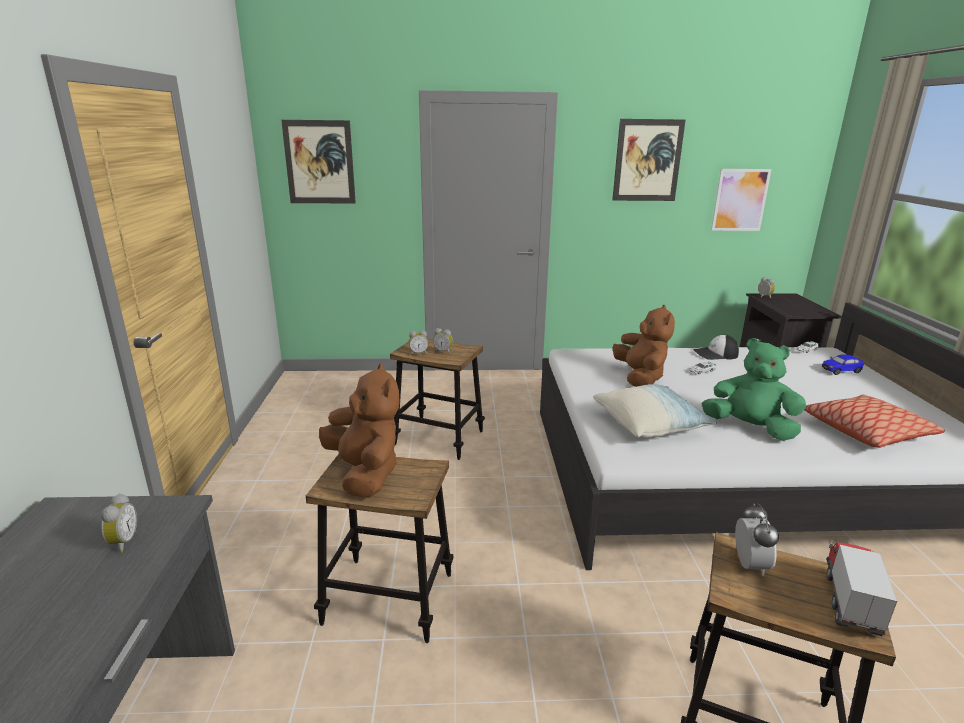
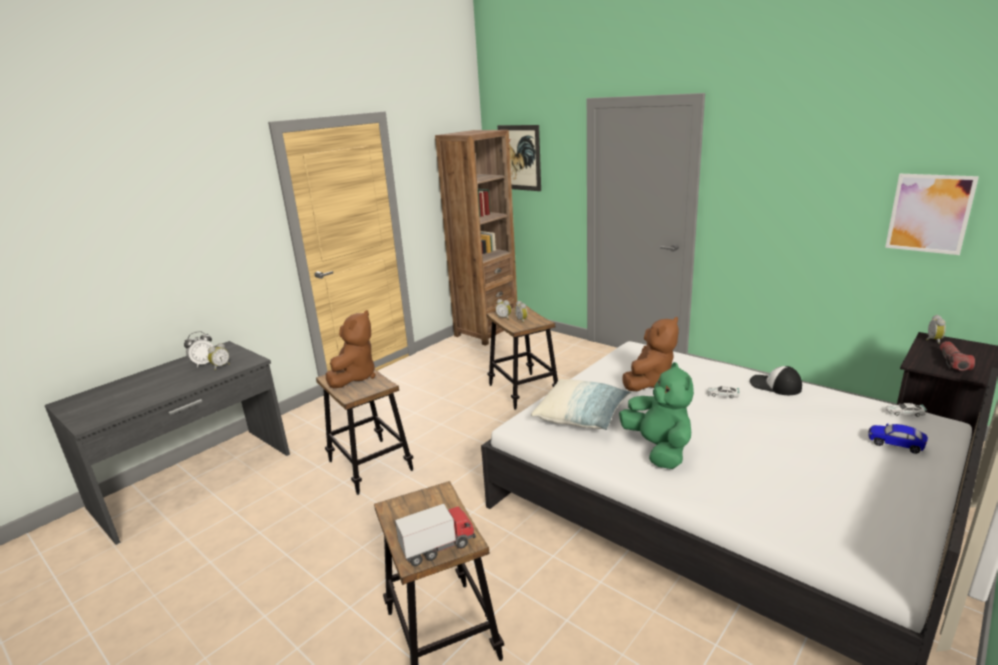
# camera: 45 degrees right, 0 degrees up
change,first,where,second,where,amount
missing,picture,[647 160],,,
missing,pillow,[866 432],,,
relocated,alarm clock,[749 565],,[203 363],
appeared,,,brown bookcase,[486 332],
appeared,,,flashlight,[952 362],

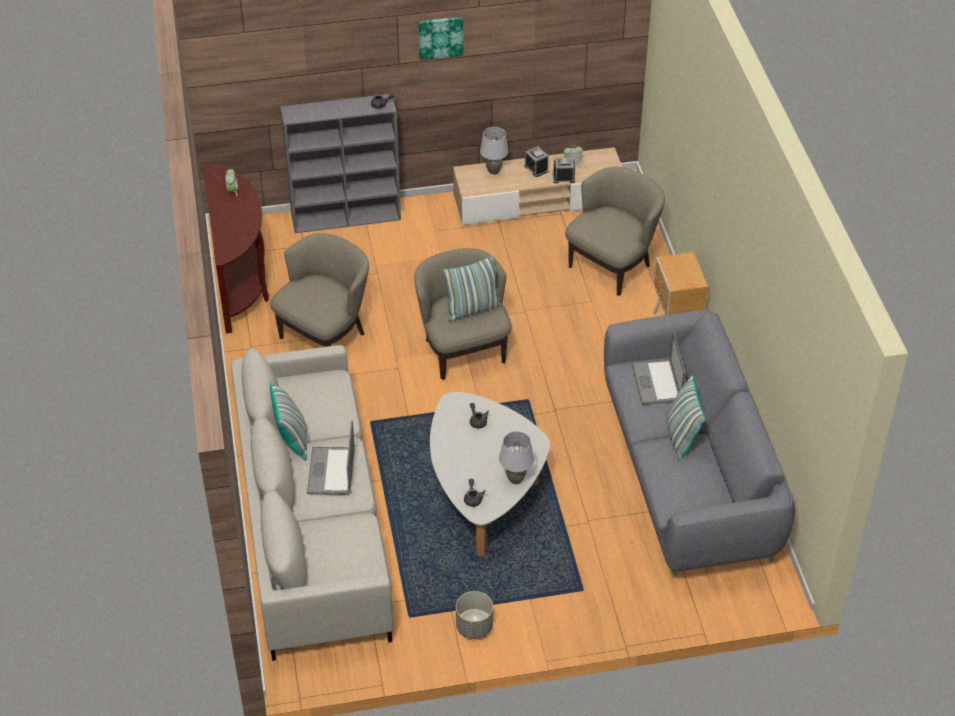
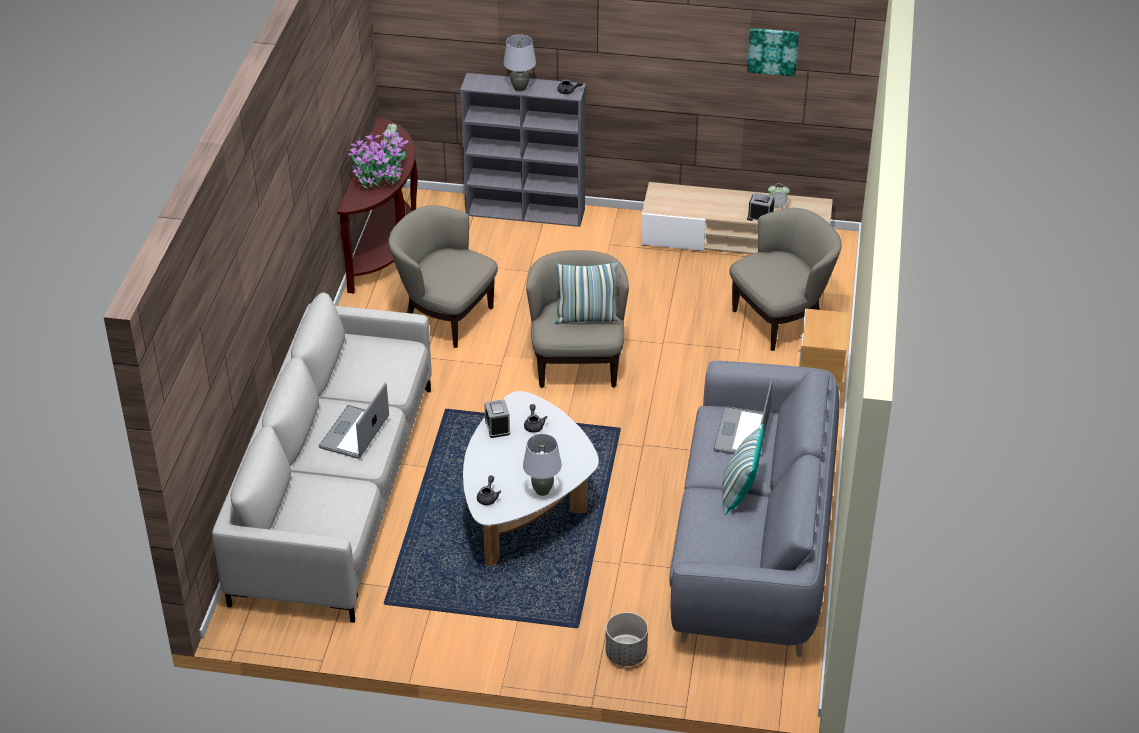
# camera: 20 degrees right, 5 degrees down
change,first,where,second,where,amount
relocated,picture,[440 37],,[773 50],
relocated,grey table lamp,[494 171],,[520 88],
relocated,alarm clock,[536 168],,[497 427],
spun,beige armchair,[325 335],,[445 317],120 degrees counterclockwise
missing,pillow,[292 439],,,
relocated,grey planter,[474 627],,[625 654],
appeared,,,potted plant,[379 176],

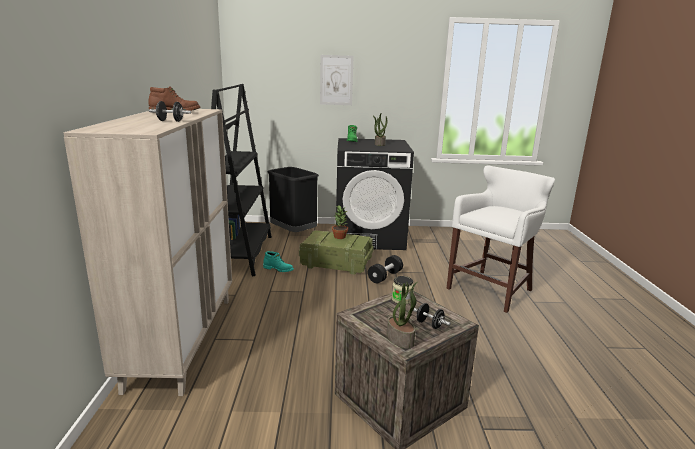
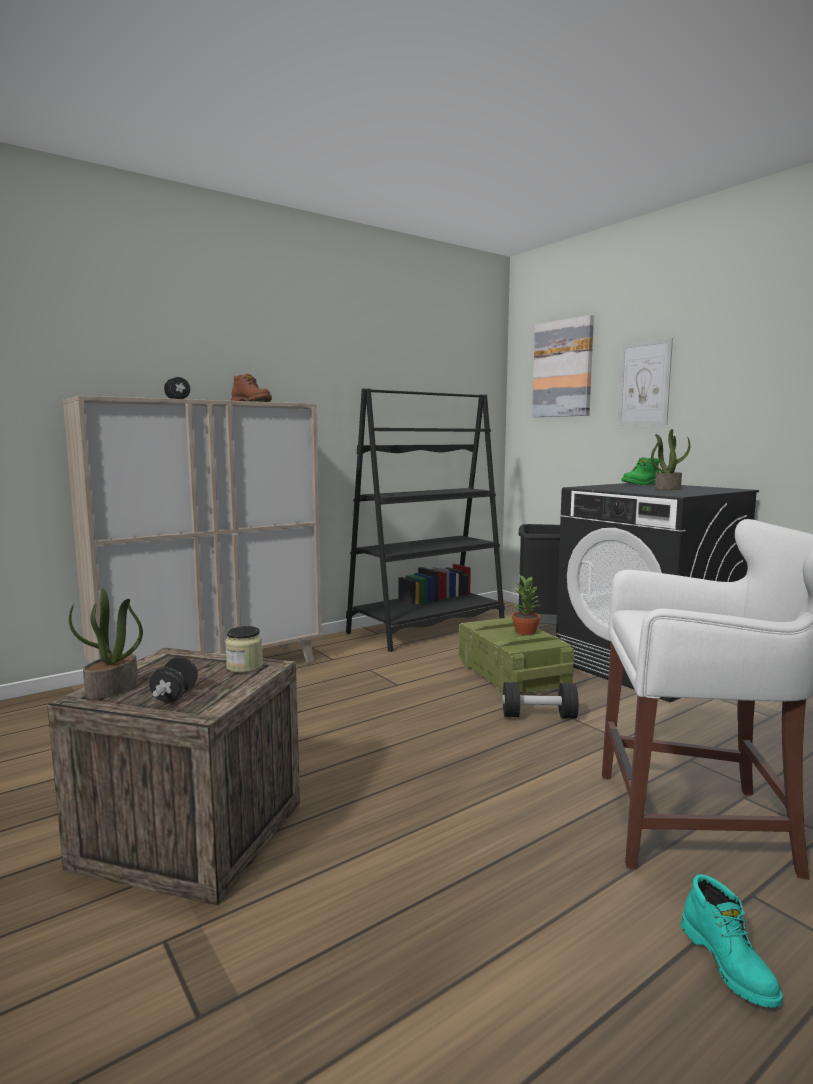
# camera: 55 degrees right, 10 degrees down
change,first,where,second,where,amount
relocated,turquoise boot,[278 269],,[729 964],
appeared,,,picture,[563 369],

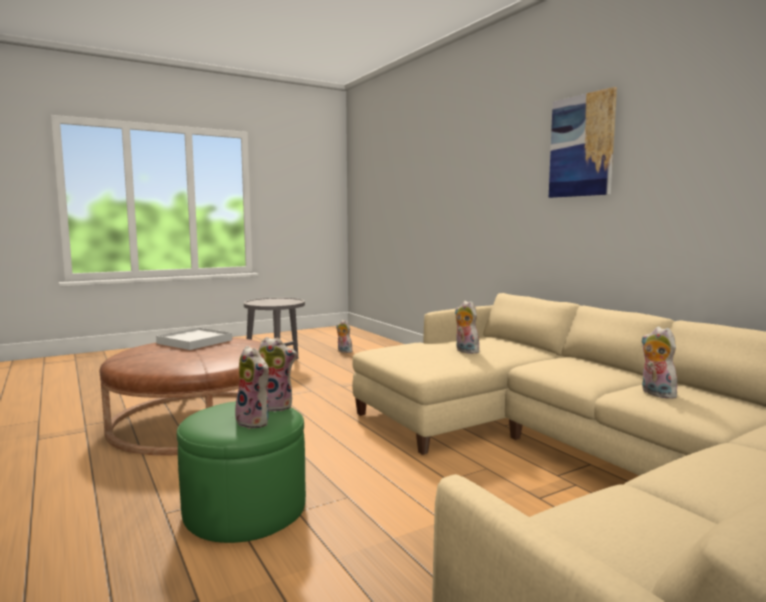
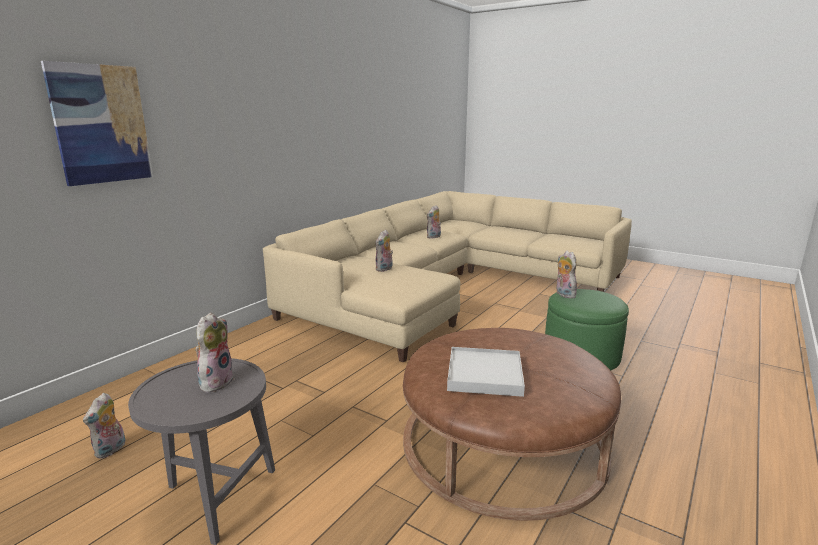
# camera: 115 degrees left, 10 degrees up
change,first,where,second,where,amount
relocated,picture,[581 146],,[101 124],
relocated,plush toy,[256 422],,[215 381],

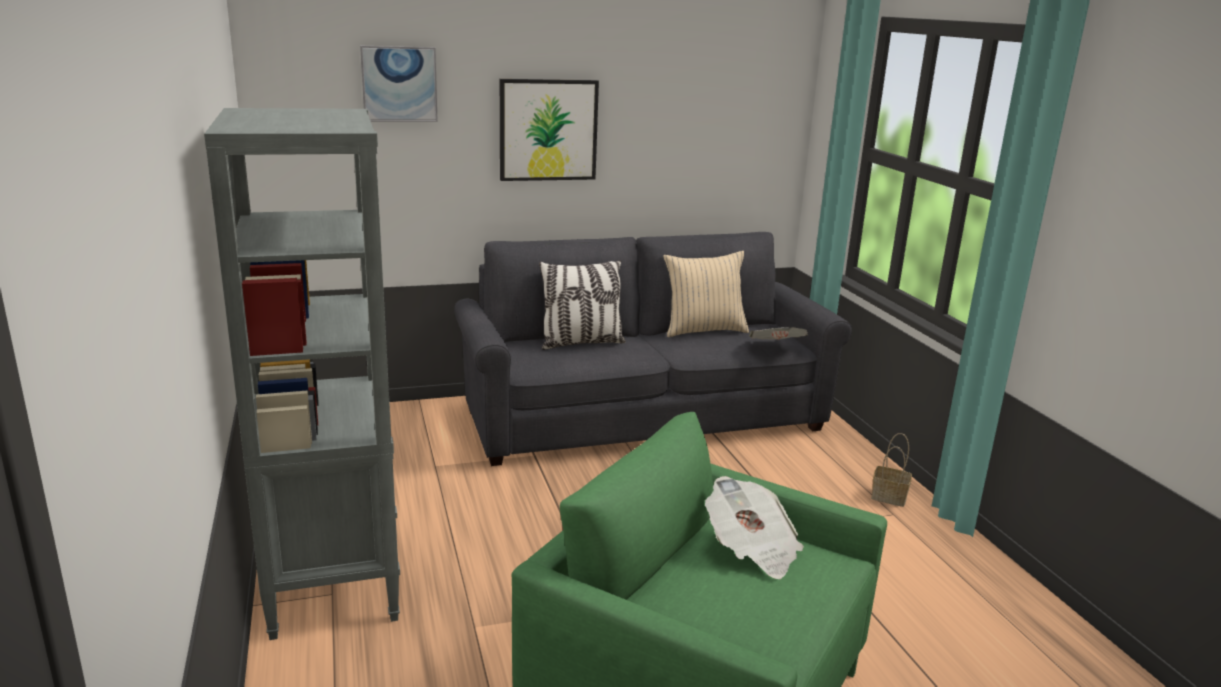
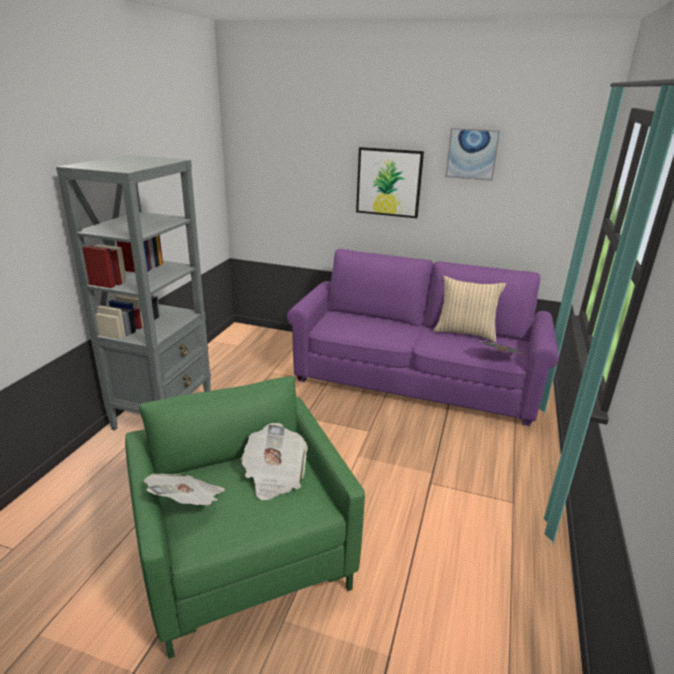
# camera: 35 degrees right, 5 degrees up
change,first,where,second,where,amount
relocated,picture,[399 84],,[472 154],
colour,grey sofa,[642 416],purple sofa,[416 379],
missing,pillow,[581 343],,,
missing,basket,[890 497],,,
appeared,,,newspaper,[188 503],

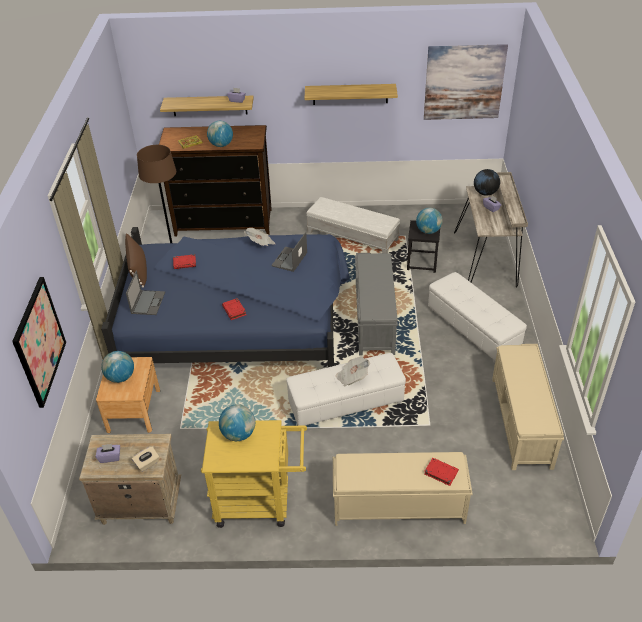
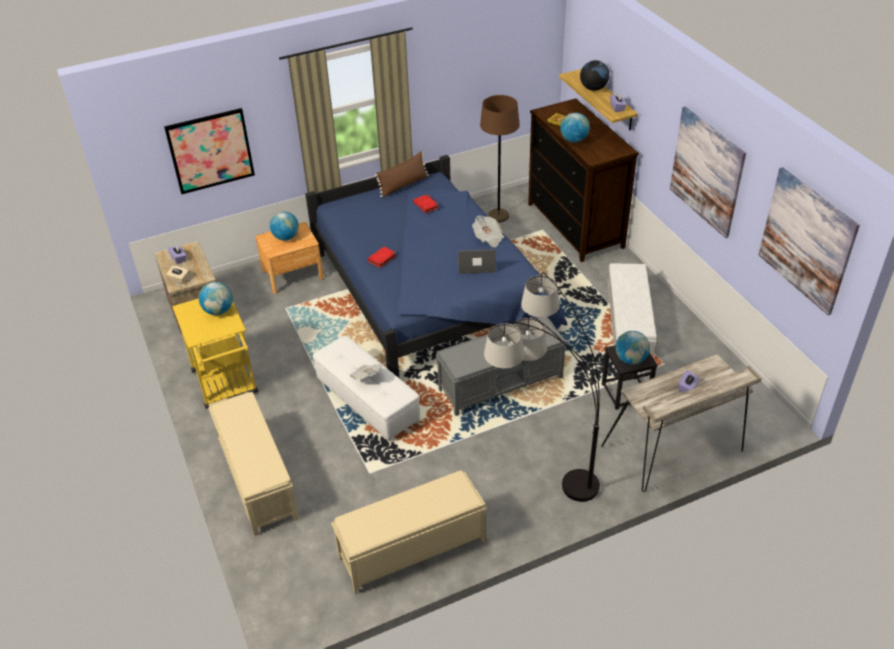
# camera: 65 degrees right, 0 degrees up
change,first,where,second,where,amount
exchanged,shelf,[350 94],picture,[707 171],
relocated,globe,[485 193],,[593 88],
missing,laptop,[148 302],,,
exchanged,white ottoman,[473 329],floor lamp,[538 470],
missing,red book,[440 473],,,

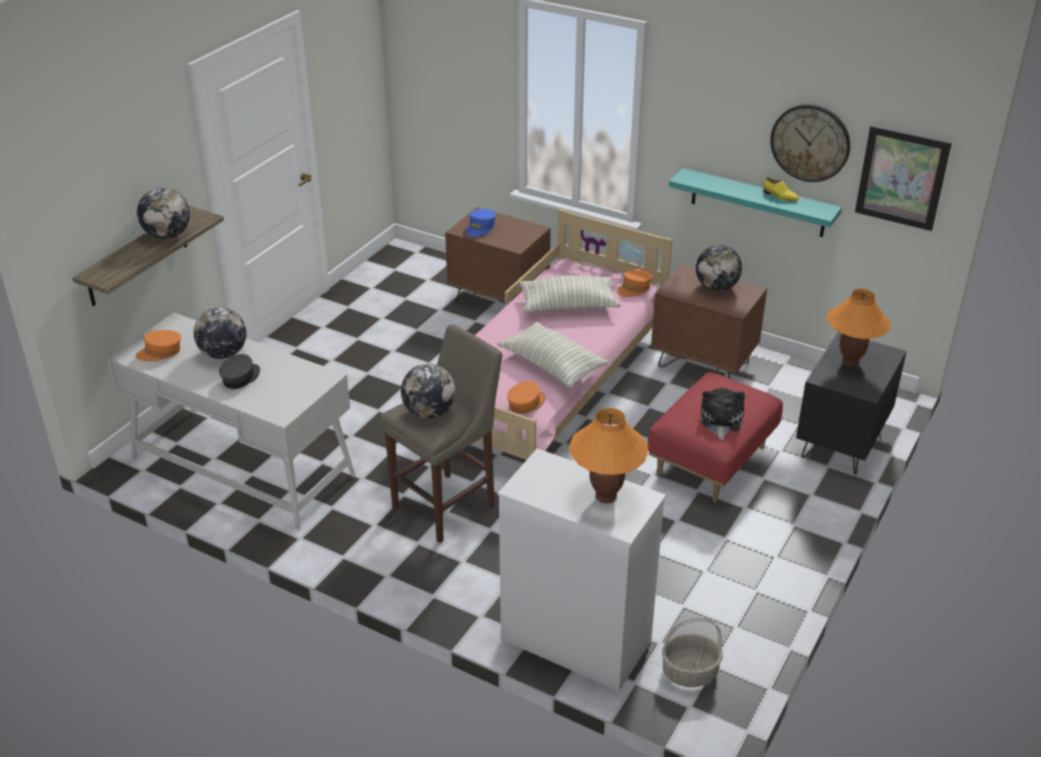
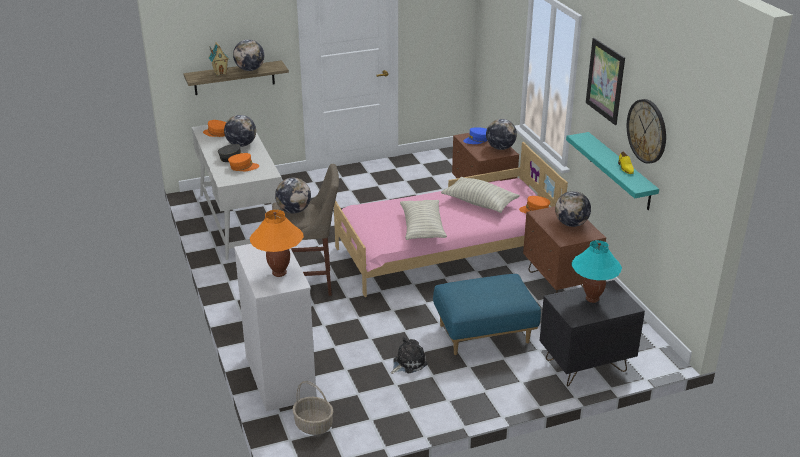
# camera: 40 degrees right, 5 degrees down
change,first,where,second,where,amount
relocated,picture,[902 178],,[605 81],
colour,orange table lamp,[850 362],turquoise table lamp,[592 299],
colour,red ottoman,[712 463],blue ottoman,[484 335],
relocated,orange cap,[526 403],,[243 167],
relocated,plush toy,[720 421],,[408 363],
appeared,,,toy house,[220 73],
appeared,,,globe,[500 148],

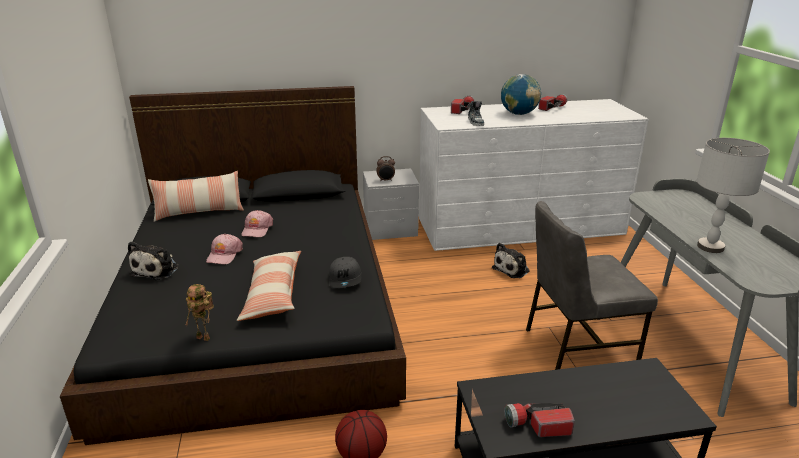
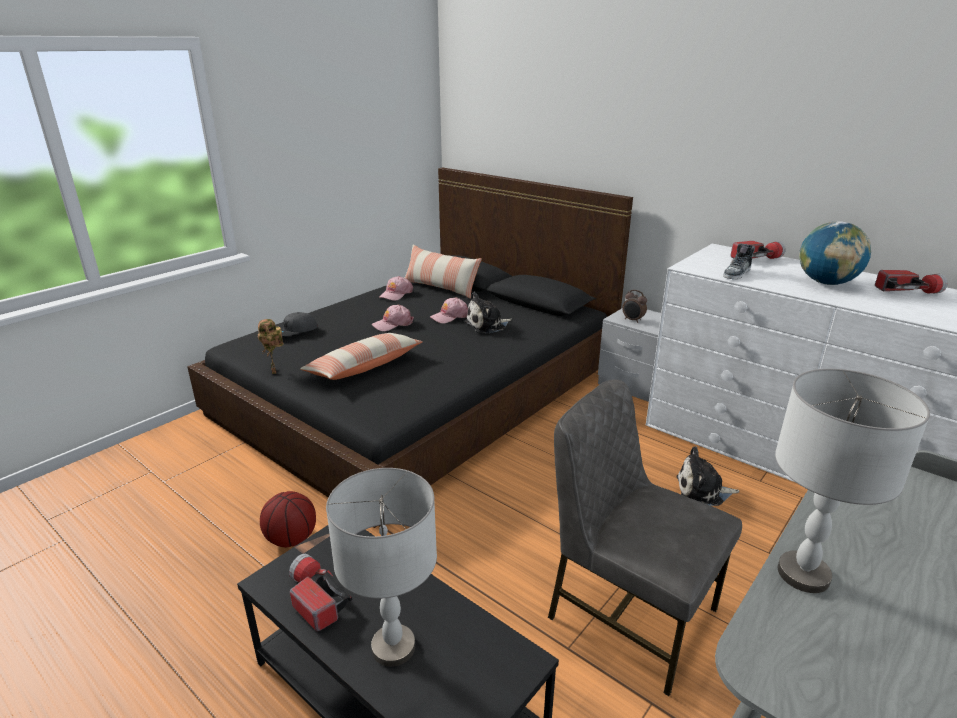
# camera: 50 degrees right, 0 degrees up
change,first,where,second,where,amount
relocated,plush toy,[157 270],,[487 325],
relocated,grey cap,[345 279],,[295 332],
appeared,,,pink cap,[396 294],
appeared,,,grey table lamp,[394 648],

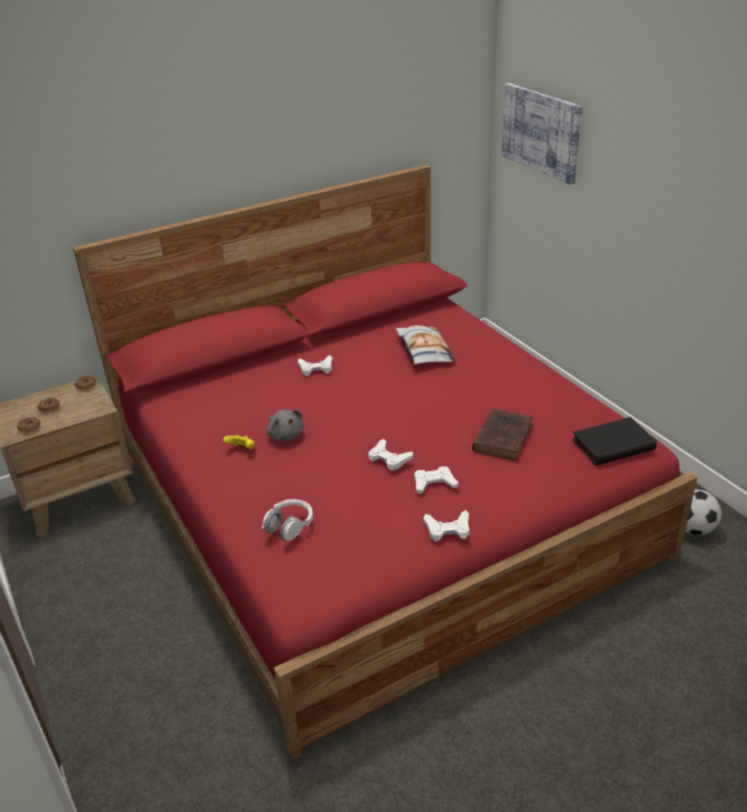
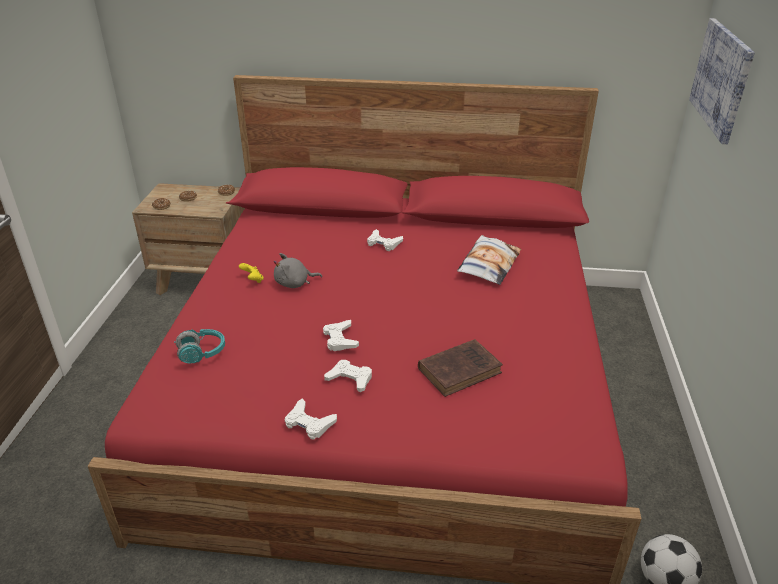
# camera: 35 degrees right, 0 degrees up
change,first,where,second,where,amount
spun,grey plush toy,[285 435],,[294 283],75 degrees clockwise
missing,black book,[612 444],,,
colour,white headphones,[289 527],turquoise headphones,[202 353],

